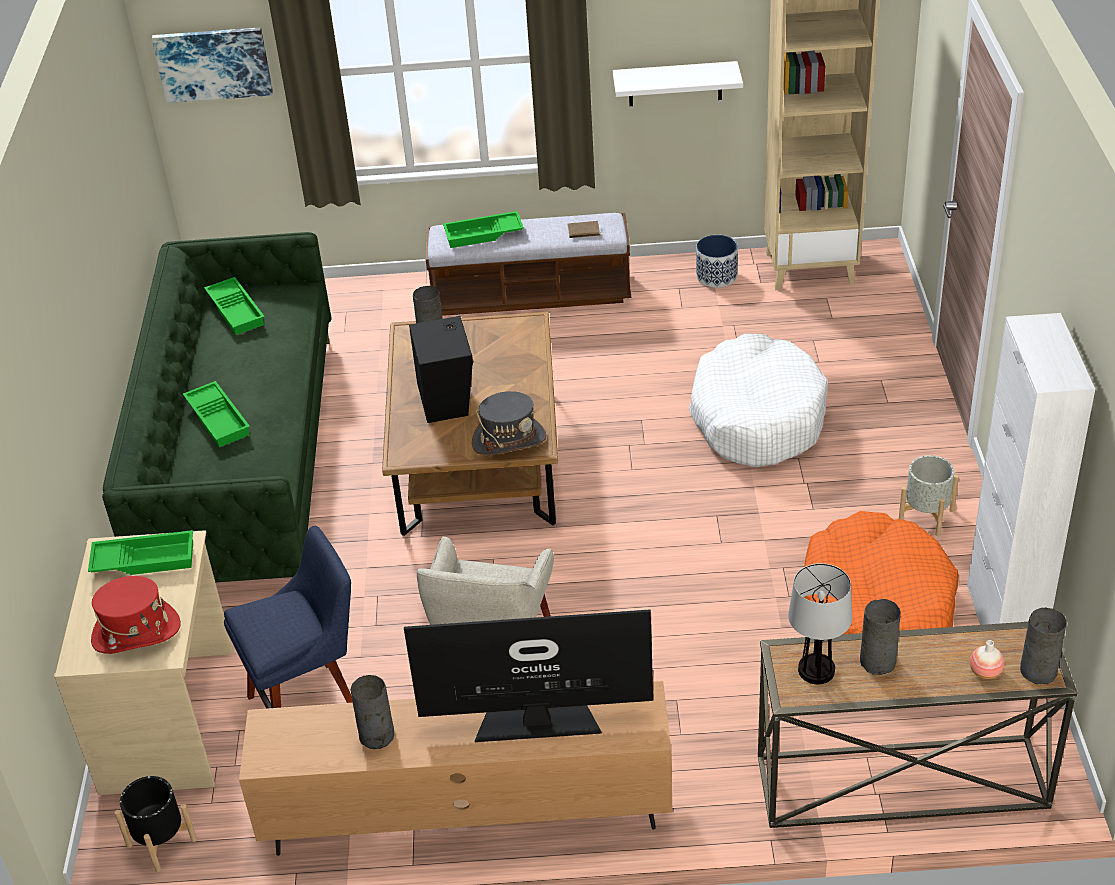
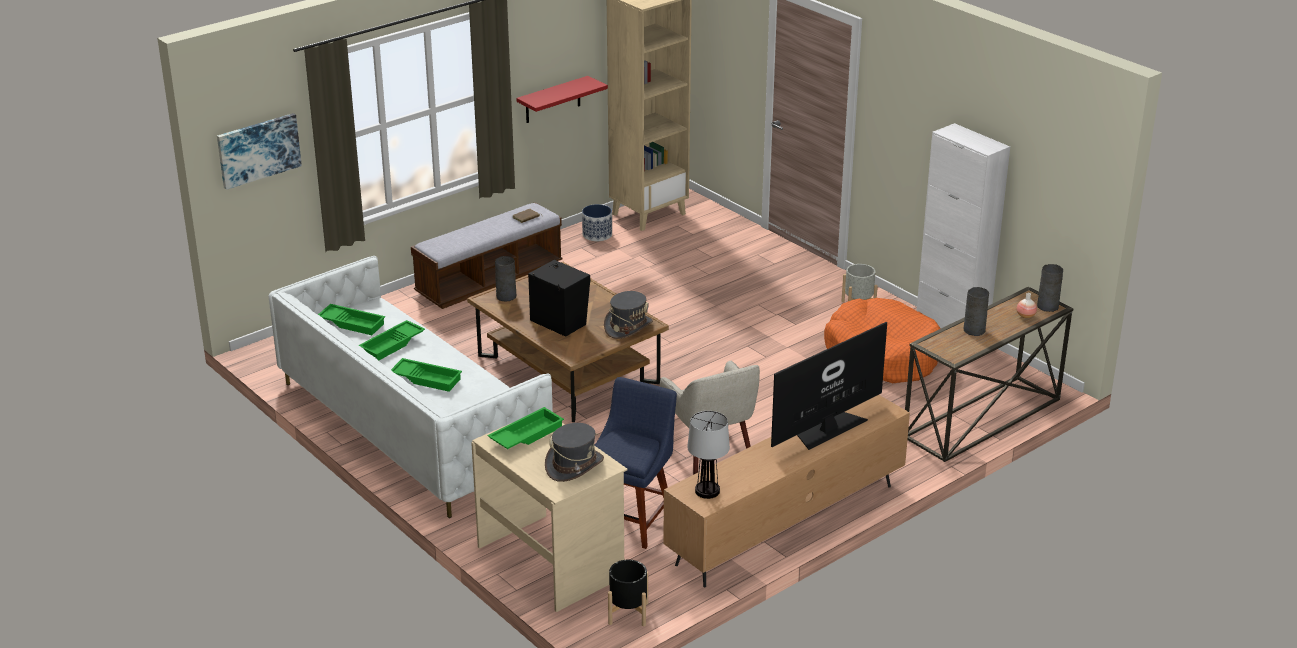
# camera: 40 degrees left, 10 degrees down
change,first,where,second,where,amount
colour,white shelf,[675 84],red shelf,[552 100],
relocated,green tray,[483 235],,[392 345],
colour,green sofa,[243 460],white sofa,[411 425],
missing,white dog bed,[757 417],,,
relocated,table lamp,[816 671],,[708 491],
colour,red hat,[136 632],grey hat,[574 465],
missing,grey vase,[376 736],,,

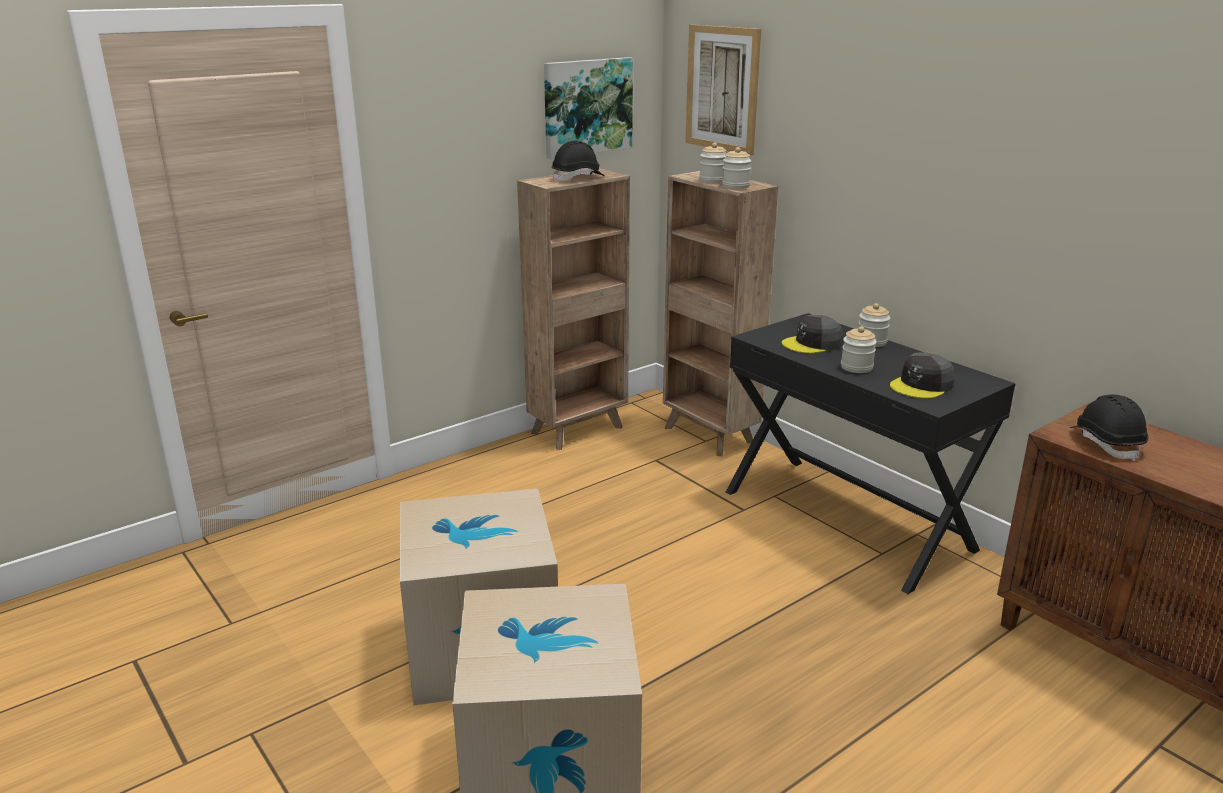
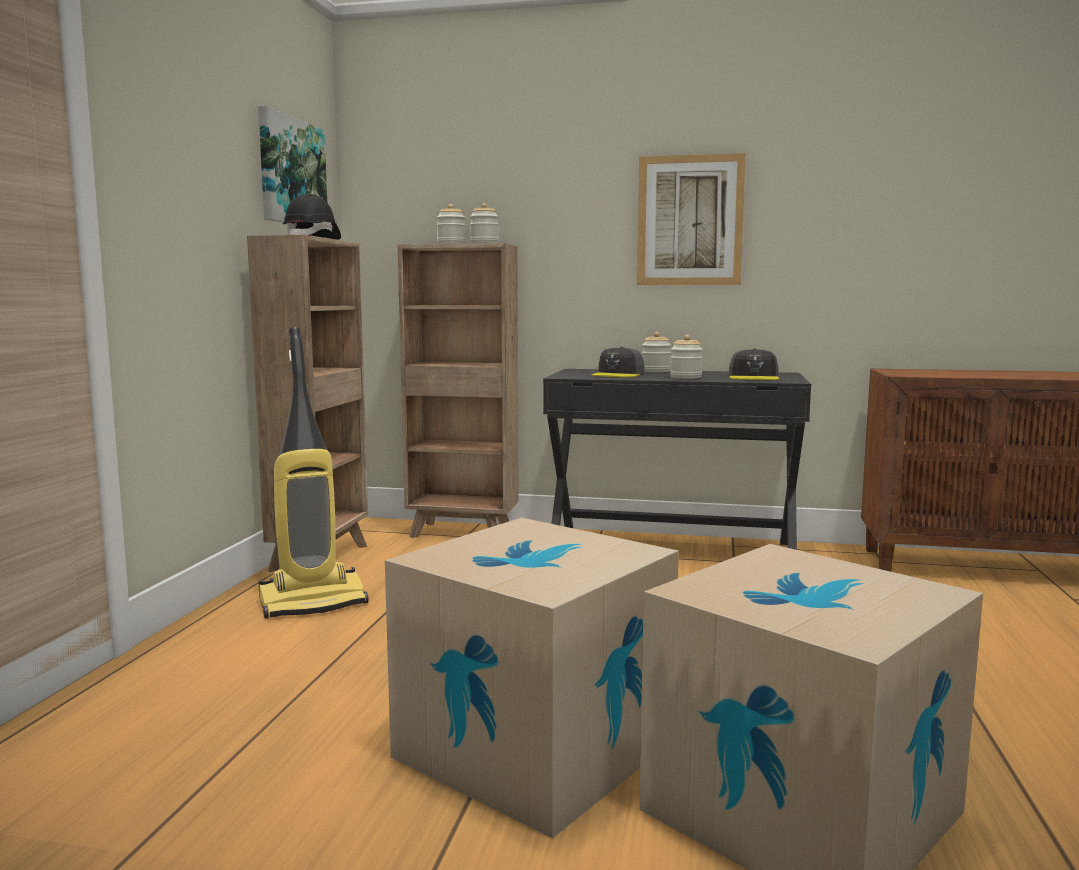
# camera: 40 degrees left, 15 degrees down
change,first,where,second,where,amount
relocated,picture,[722 89],,[690 221],
missing,black hard hat,[1106 443],,,
appeared,,,vacuum cleaner,[313 602],

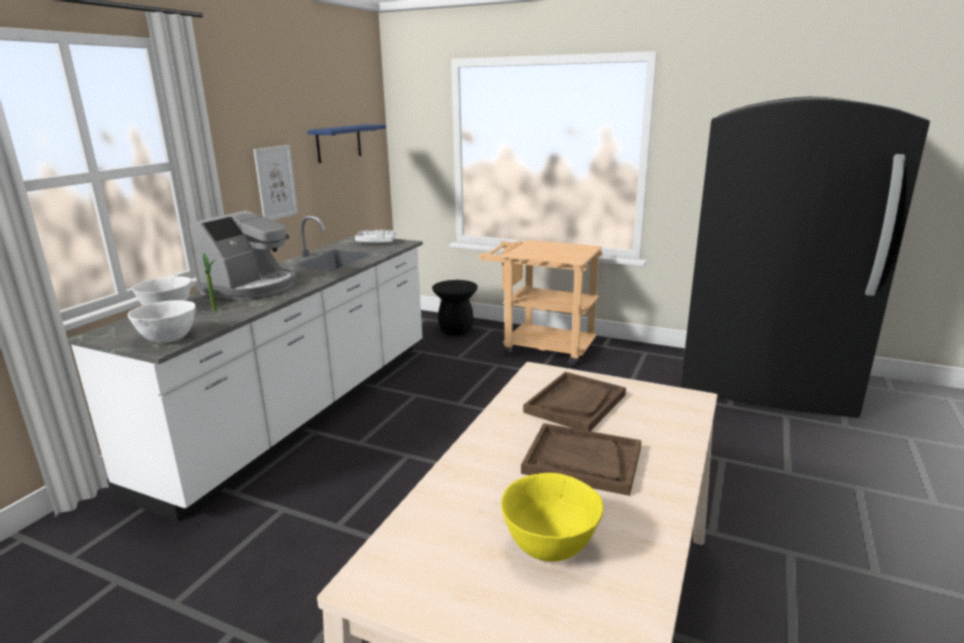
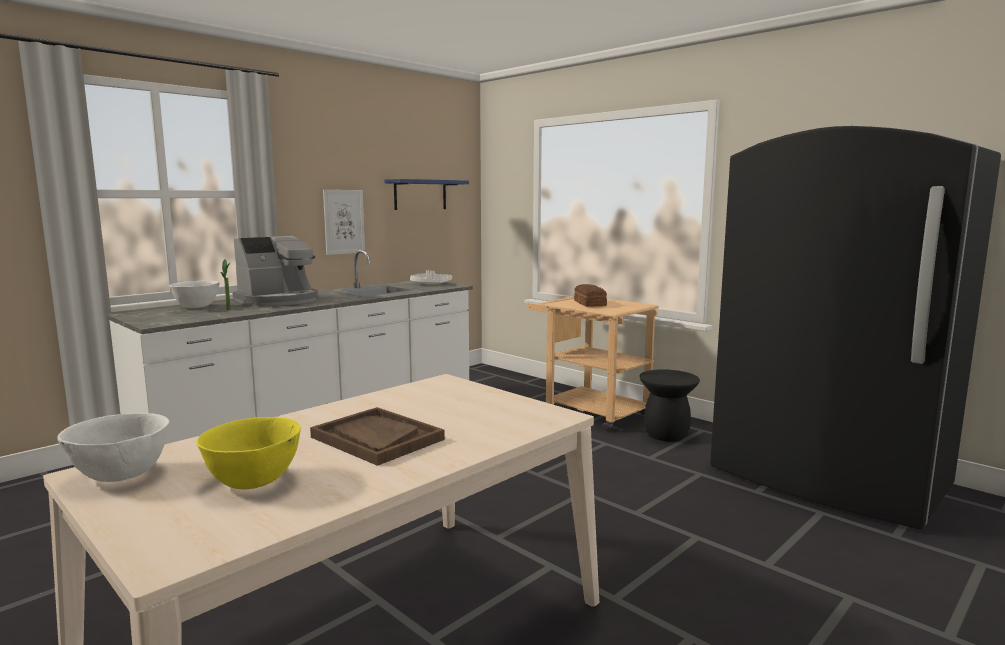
# camera: 20 degrees right, 10 degrees down
change,first,where,second,where,amount
relocated,black stool,[456 330],,[666 434],
relocated,white bowl,[168 339],,[120 475],
missing,brown tray,[575 403],,,
appeared,,,bread,[589 303],

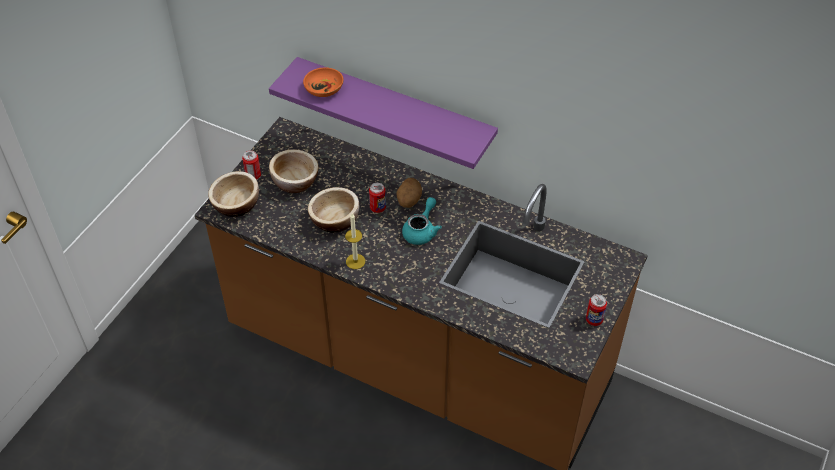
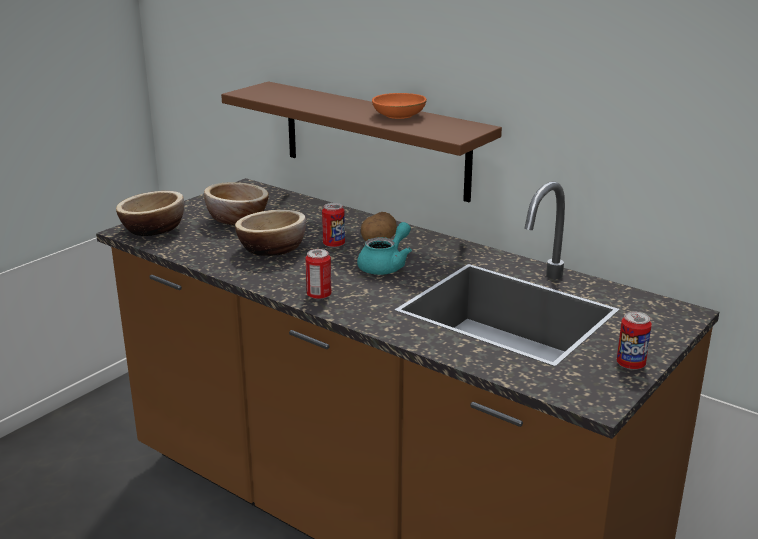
# camera: 10 degrees right, 25 degrees down
change,first,where,second,where,amount
colour,purple shelf,[394 113],brown shelf,[374 140],
relocated,orange bowl,[324 89],,[399 115],
relocated,can,[253 176],,[319 295],
missing,candle,[355 261],,,

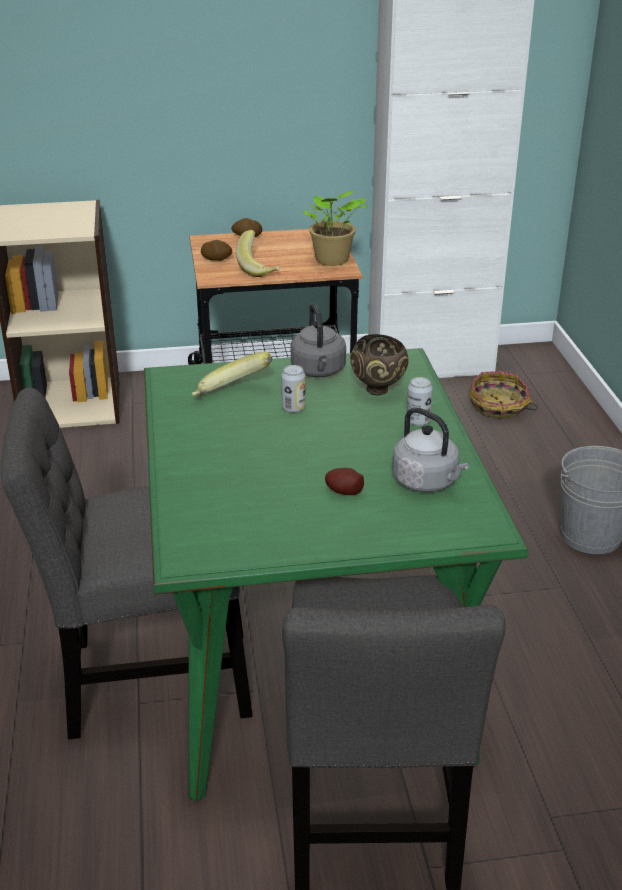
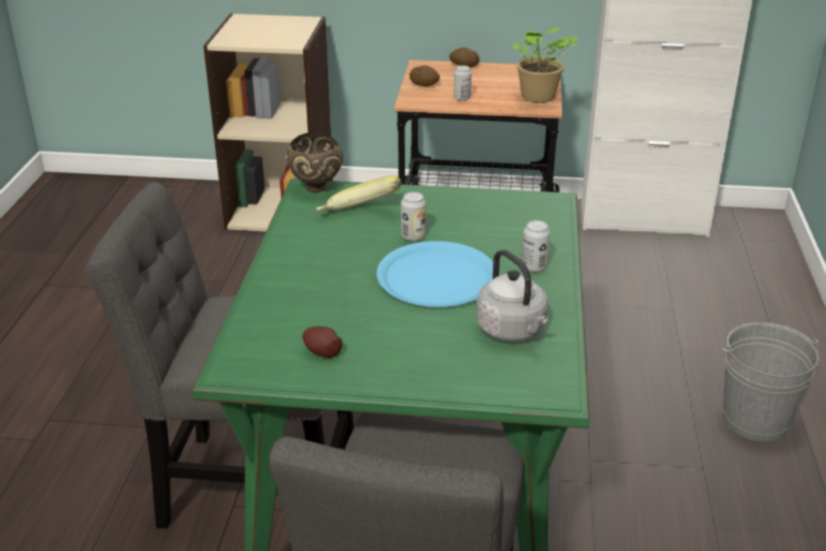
# camera: 15 degrees right, 0 degrees up
change,first,where,second,where,amount
exchanged,banana,[259 269],can,[462 98],
missing,grey kettle,[318 371],,,
relocated,brown bowl,[378 390],,[317 188],
missing,basket,[499 407],,,
relocated,potato,[343 491],,[322 352],
appeared,,,blue plate,[436 276],

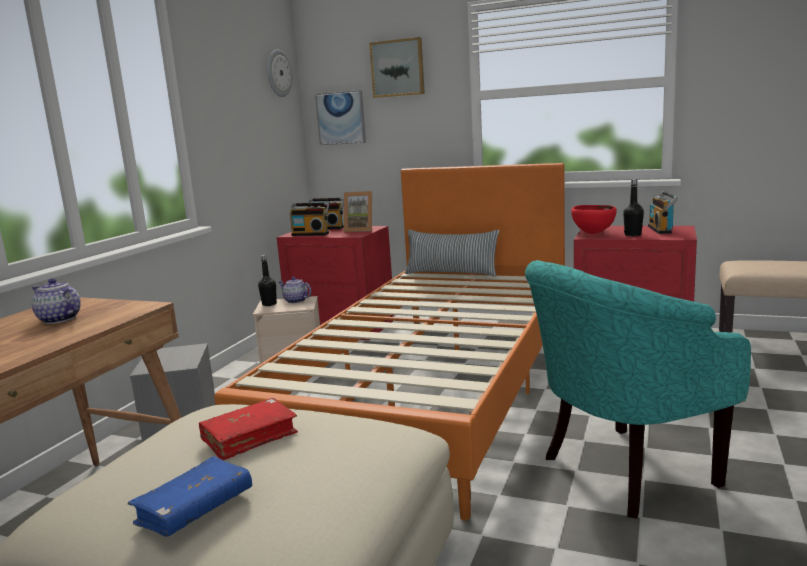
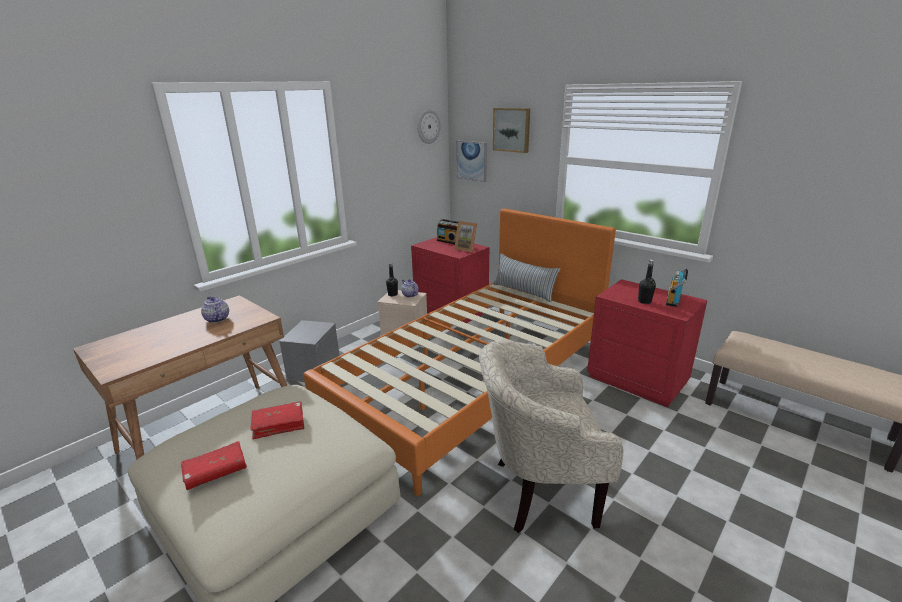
# camera: 20 degrees right, 10 degrees up
change,first,where,second,where,amount
missing,radio,[311 234],,,
missing,red bowl,[593 233],,,
colour,turquoise armchair,[620 472],beige armchair,[537 491],
colour,blue book,[195 509],red book,[216 472],

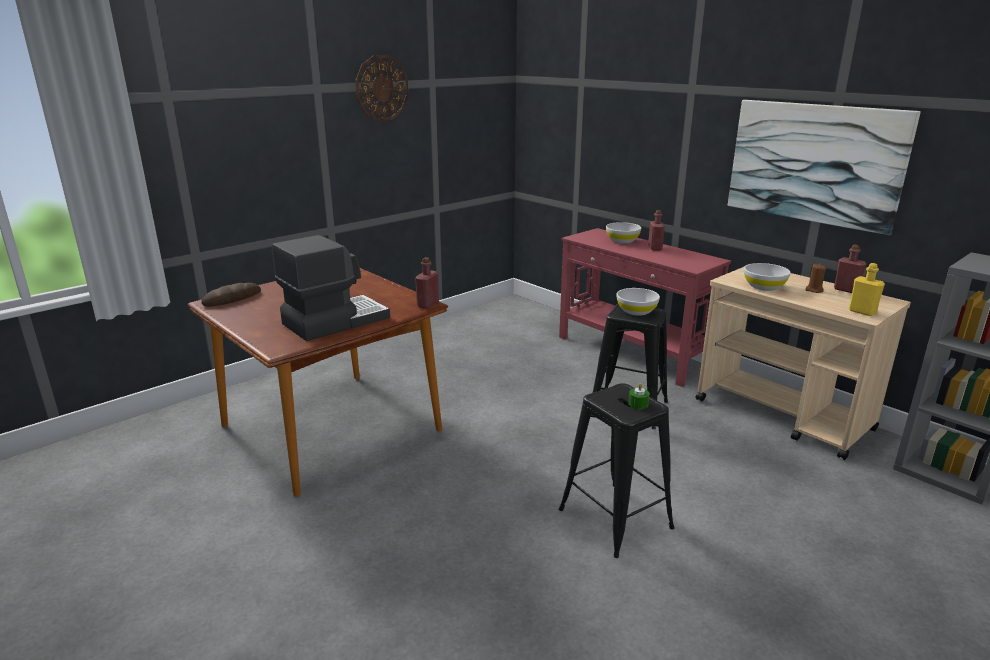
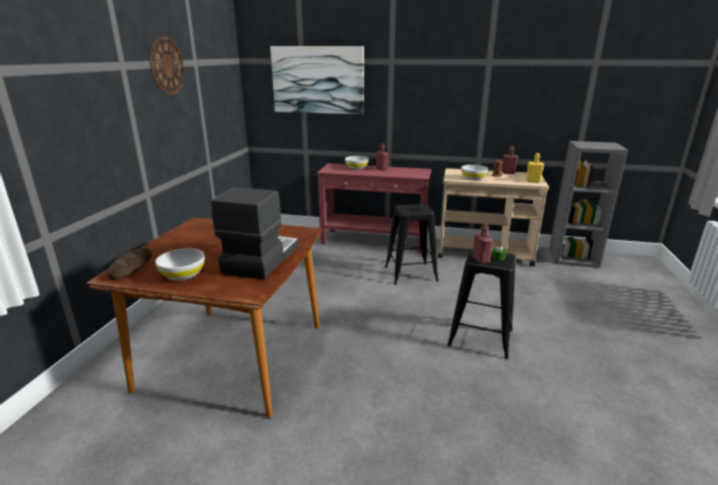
# camera: 35 degrees left, 0 degrees up
change,first,where,second,where,amount
relocated,picture,[814 163],,[318 80],
relocated,red bottle,[428 304],,[480 260],
relocated,white bowl,[636 311],,[183 275],

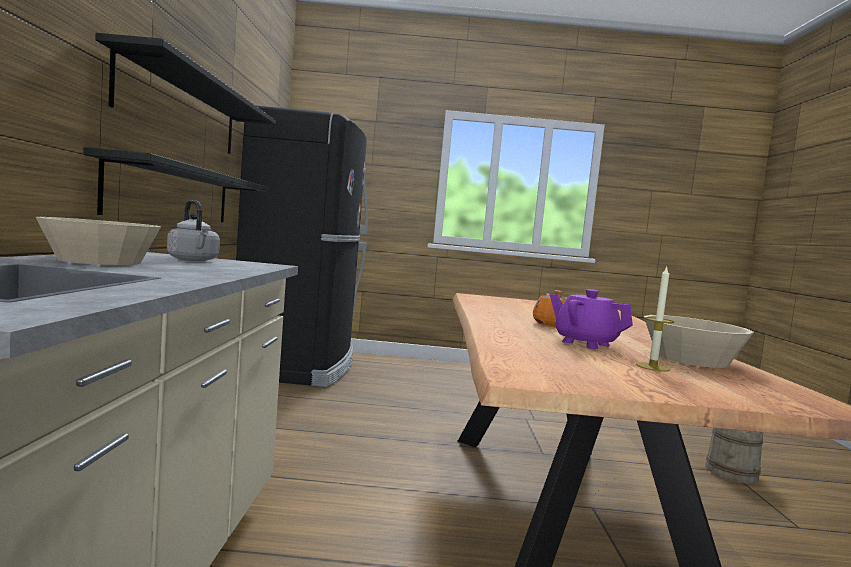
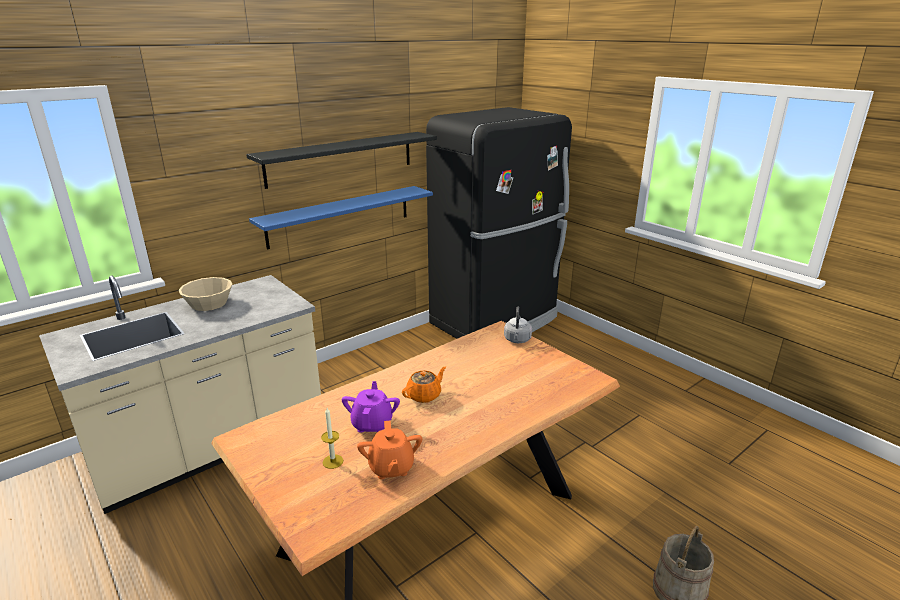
# camera: 50 degrees right, 20 degrees up
change,first,where,second,where,amount
colour,black shelf,[175 194],blue shelf,[340 216],
relocated,grey kettle,[194 260],,[517 340],
exchanged,beige bowl,[691 359],orange teapot,[391 467],

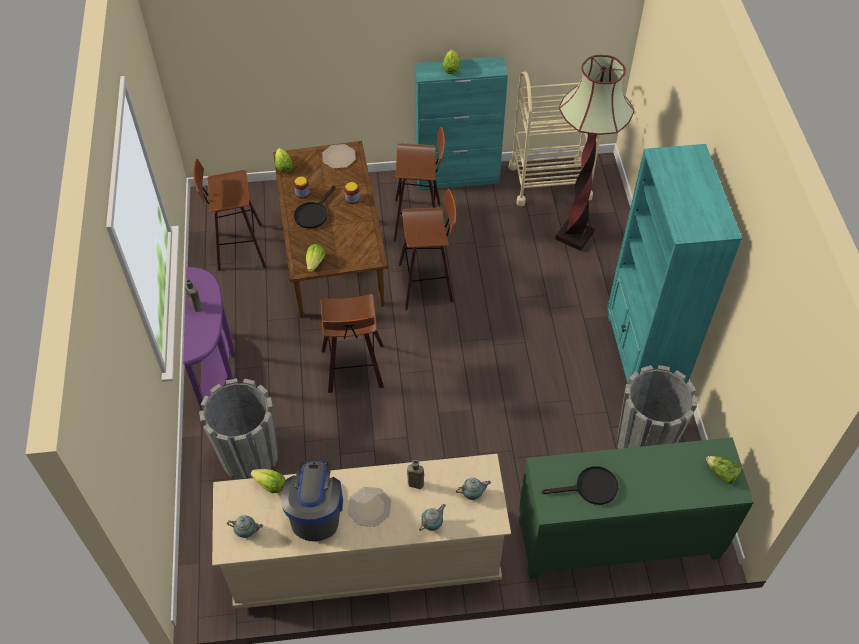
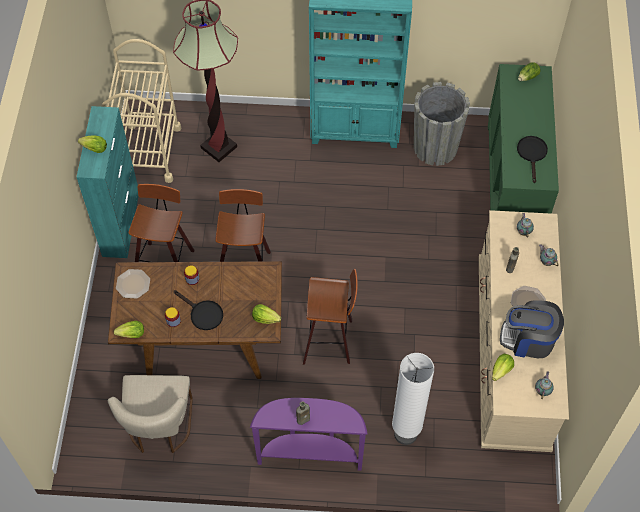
# camera: 80 degrees left, 5 degrees up
change,first,where,second,where,amount
exchanged,stool,[238 249],beige chair,[159 428],
exchanged,grey planter,[249 456],white floor lamp,[405 434],

